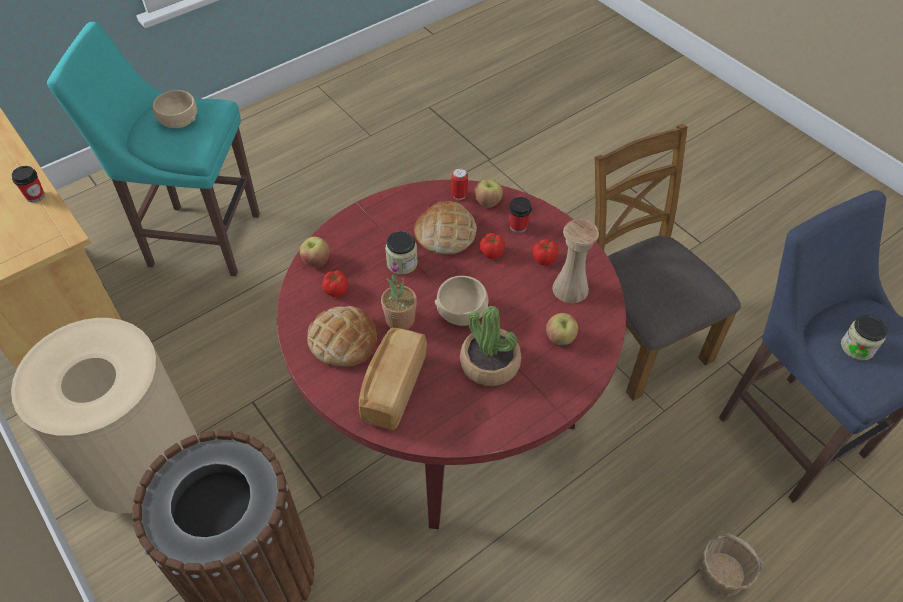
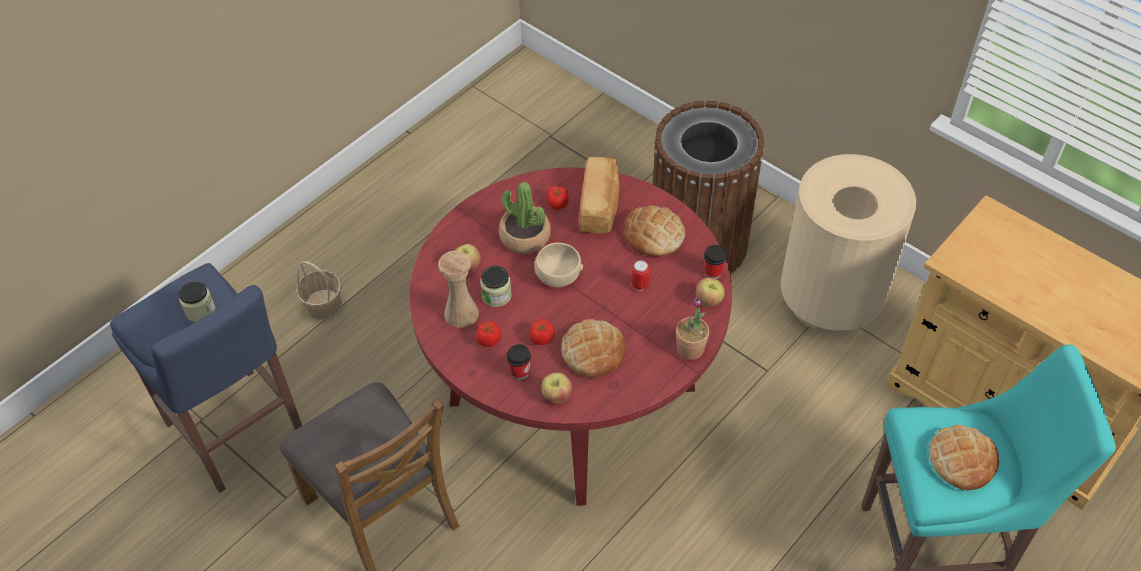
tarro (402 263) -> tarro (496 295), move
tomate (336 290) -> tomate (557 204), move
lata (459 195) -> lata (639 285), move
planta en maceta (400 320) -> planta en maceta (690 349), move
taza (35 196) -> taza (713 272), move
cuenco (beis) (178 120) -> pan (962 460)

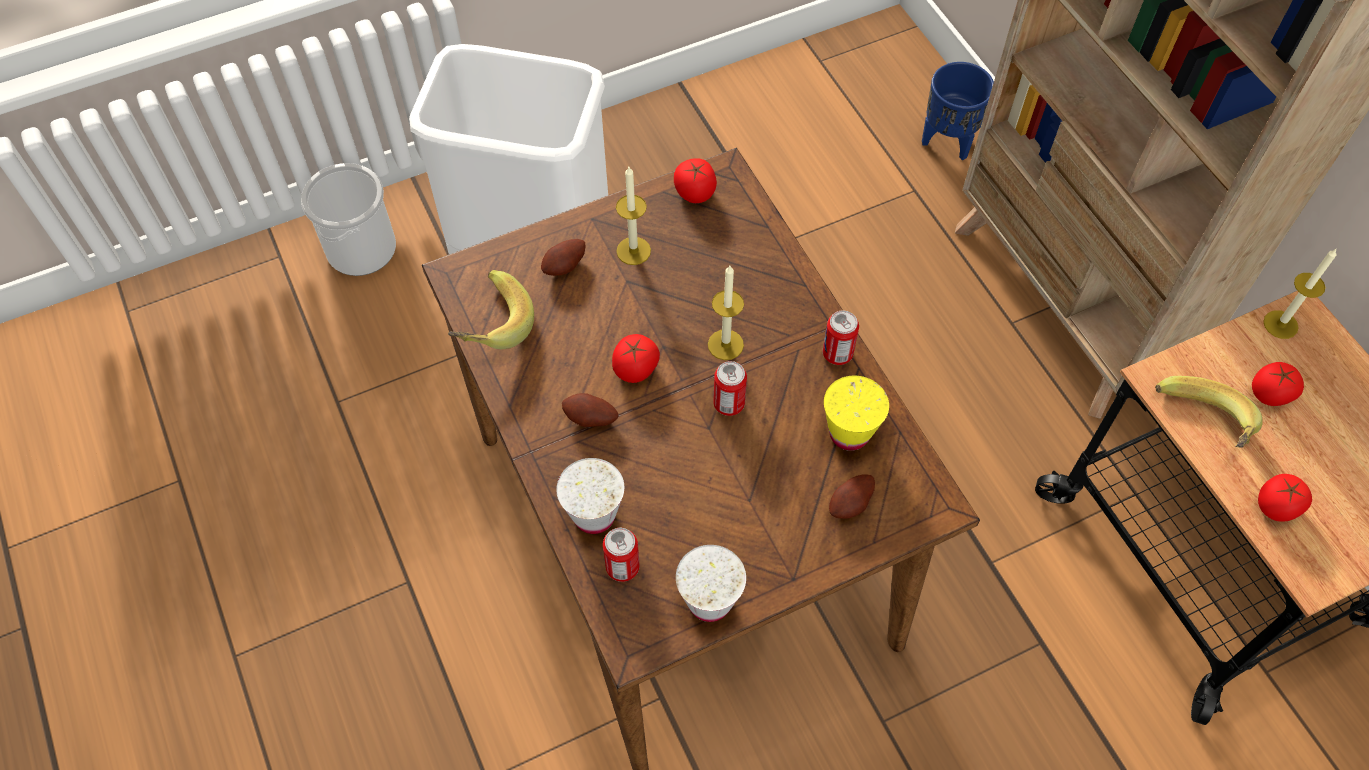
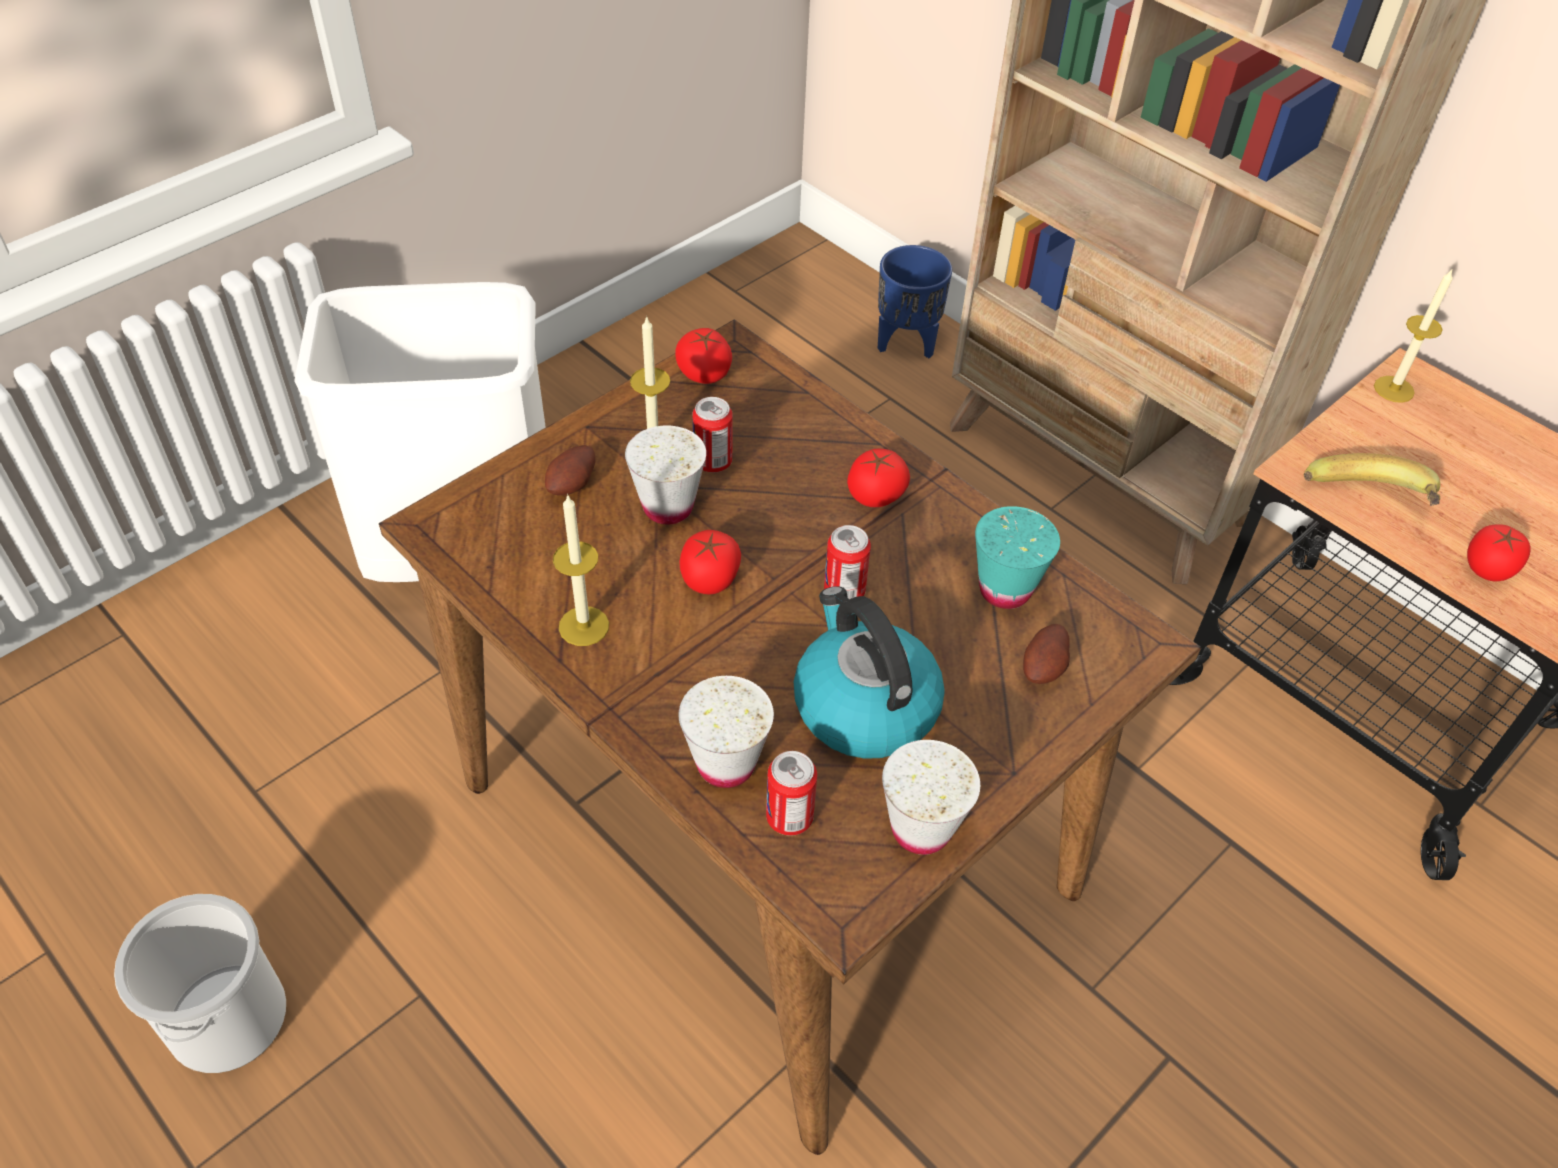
cubo (361 248) -> cubo (227 1017), move
vela (725 344) -> vela (584 626), move
none -> taza (blanco) (668 507)
lata (837 353) -> lata (713 462), move
none -> hervidor (863 706)
tomate (1269 394) -> tomate (876 495), move
taza (amarillo) (849 433) -> taza (turquesa) (1005 590)
plátano (489 326) -> none
patata (590 419) -> none

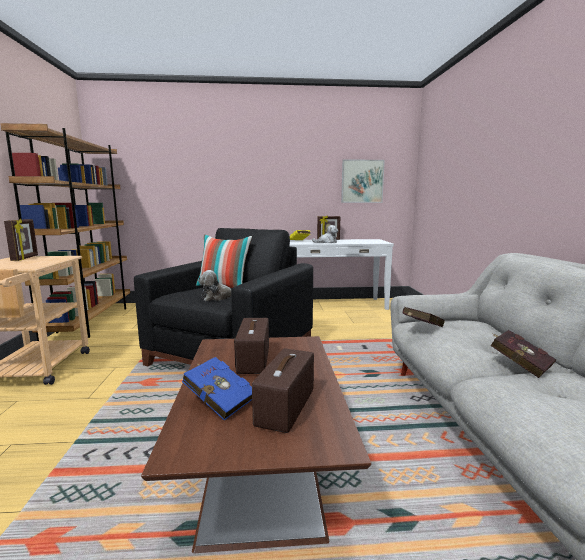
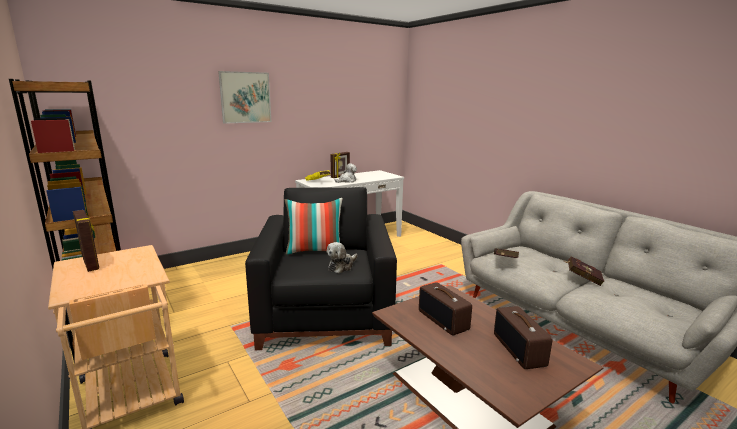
cuadro (362 181) -> cuadro (245 97), move
libro (azul) (218 401) -> none

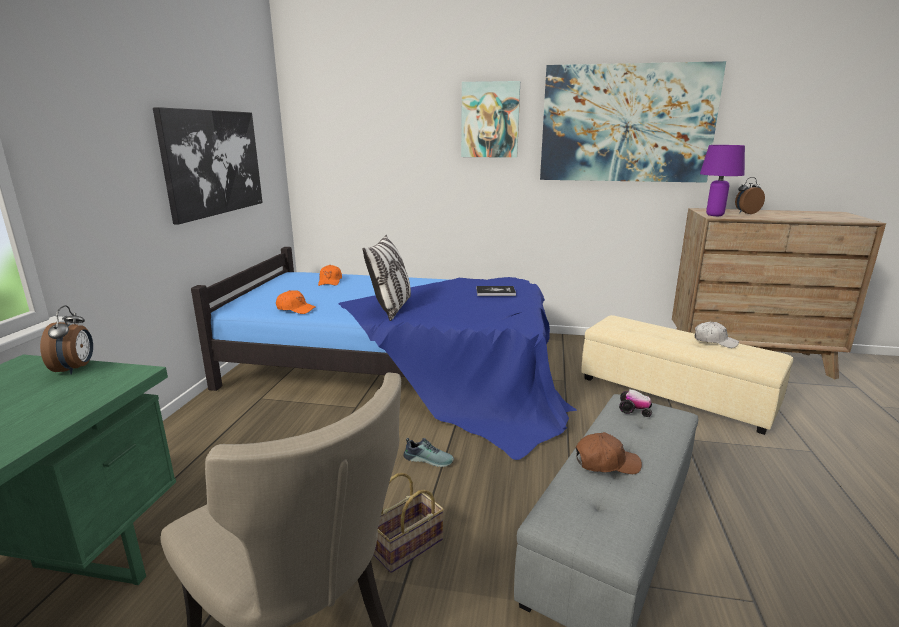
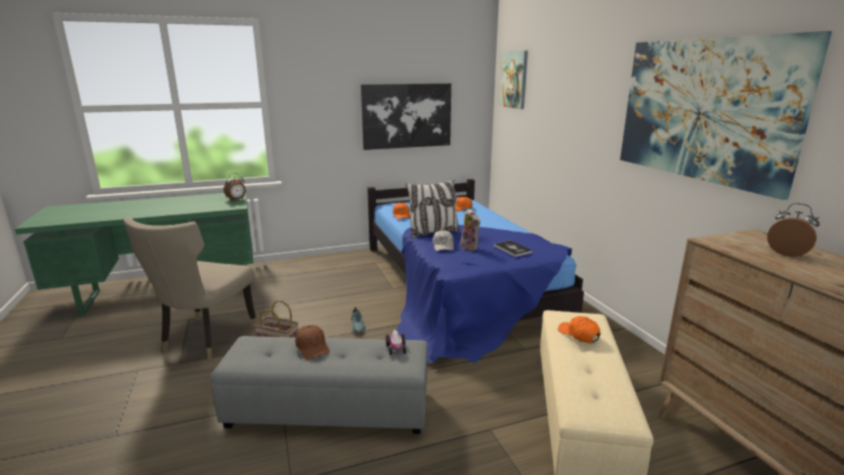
gorra (blanco) (714 341) -> gorra (blanco) (443 246), move
none -> peluche (470 247)
cuadro (490 120) -> cuadro (514 79), move
none -> gorra (naranja) (578 334)
lámpara de mesa (morado) (714 215) -> none

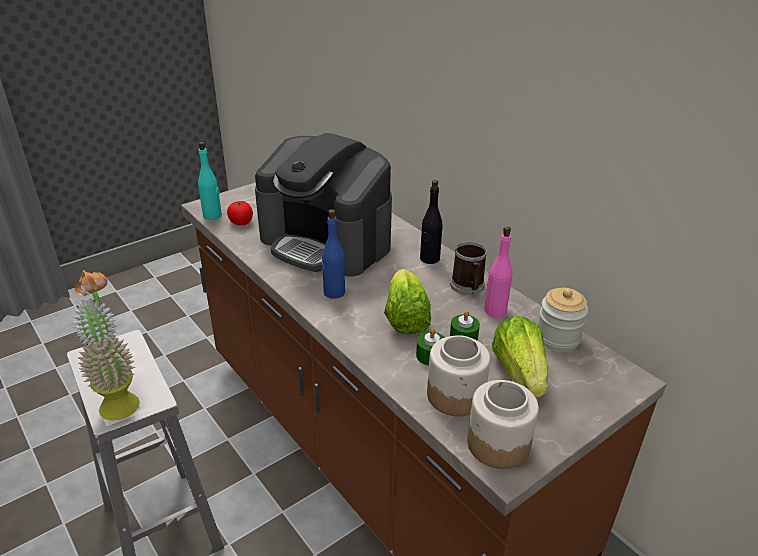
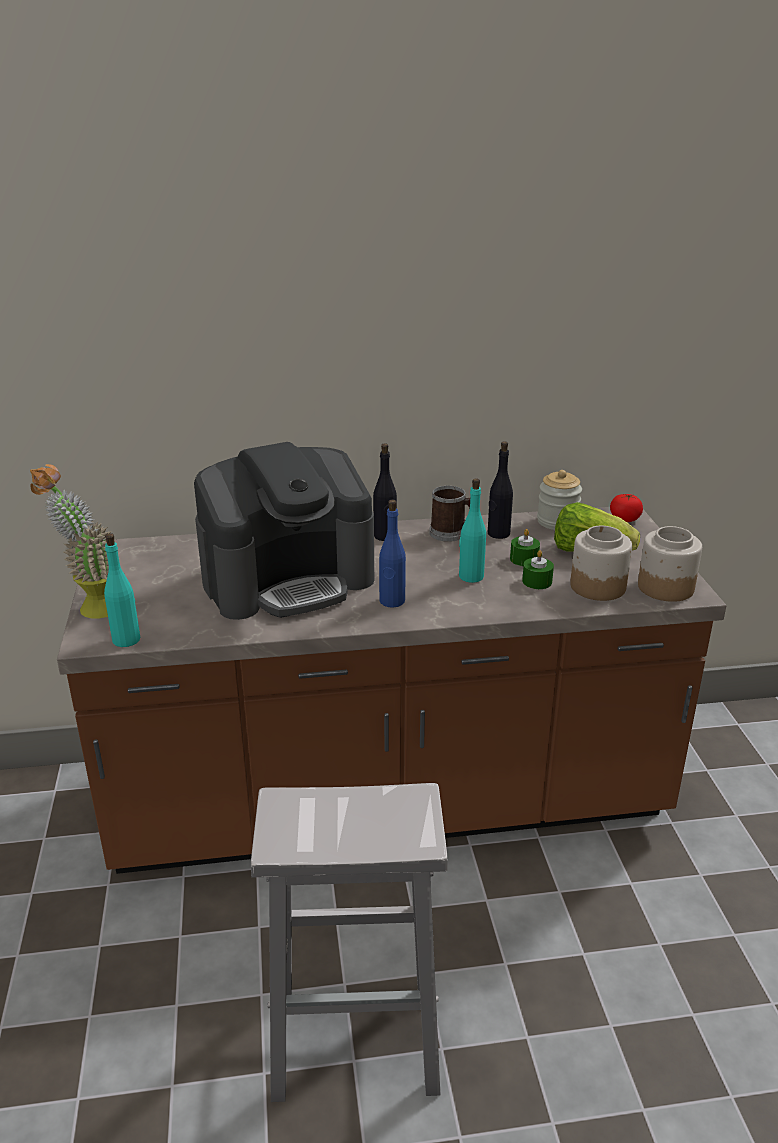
planta en maceta (119 399) -> planta en maceta (90 607), move
lechuga (405 317) -> botella (turquesa) (471 576)
botella (rosa) (495 311) -> botella (negro) (498 534)
tomate (241 222) -> tomate (624 519), move

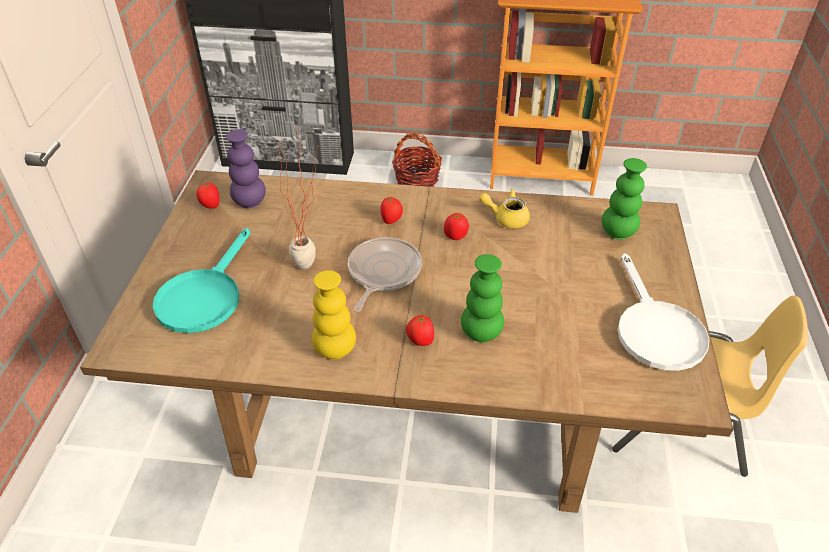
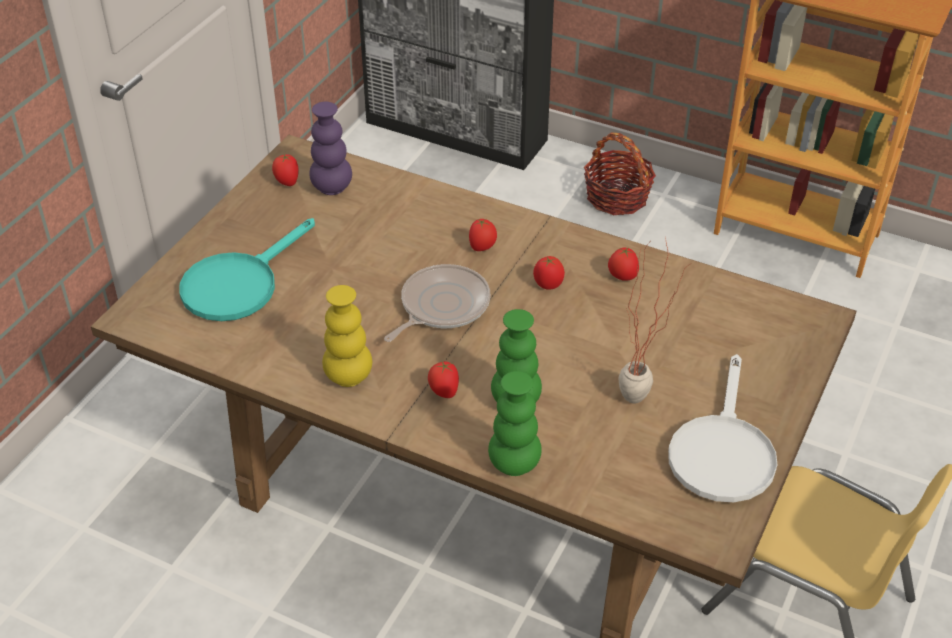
florero (verde) (617 233) -> florero (verde) (514 464), move
tetera (amarillo) (506 218) -> tomate (622 277)
planta en maceta (312 266) -> planta en maceta (643 401), move

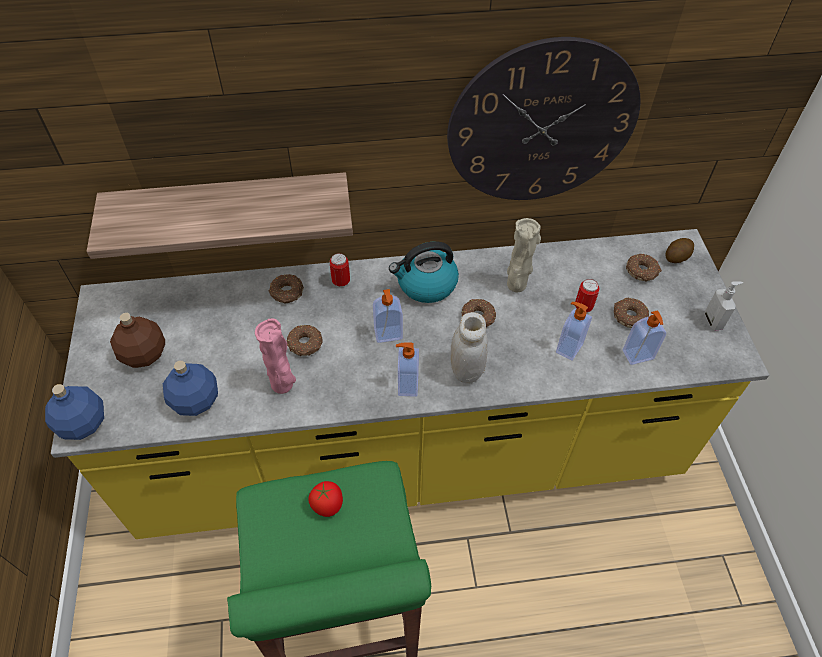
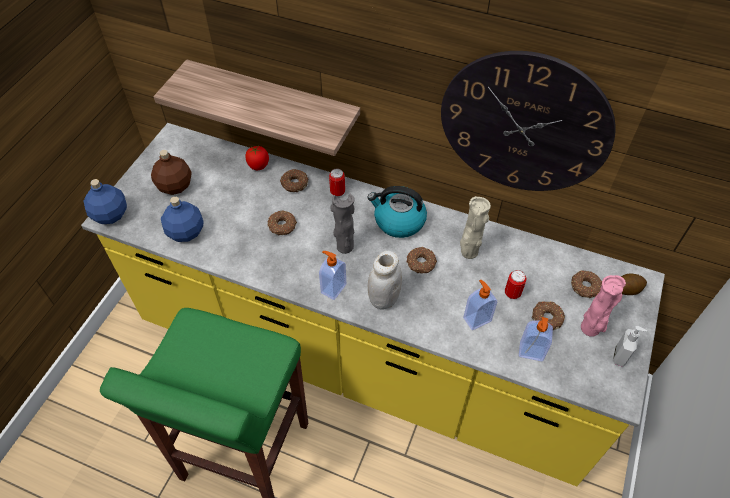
tomate (327 505) -> tomate (258 165), move
dispensador de jabón (388 335) -> florero (gris) (344 246)
florero (rosa) (283 385) -> florero (rosa) (590 329), move

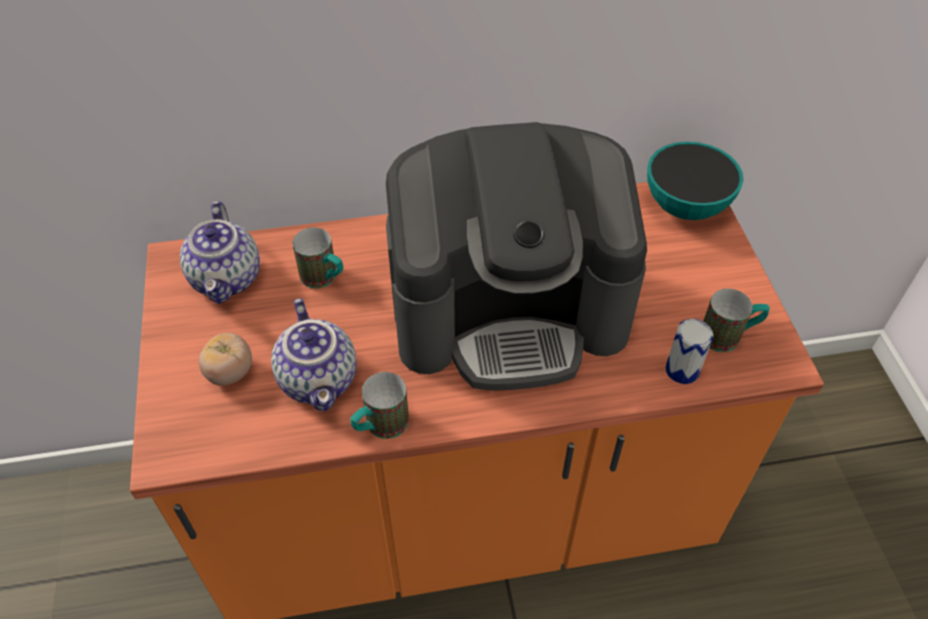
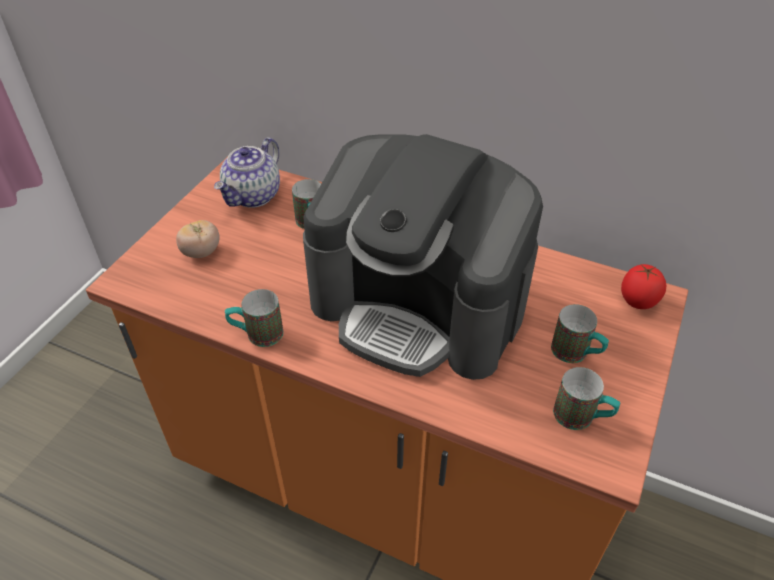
none -> taza grande (576 354)
cuenco (685 206) -> tomate (637 302)
tetera (321 380) -> none
lata (682 370) -> none

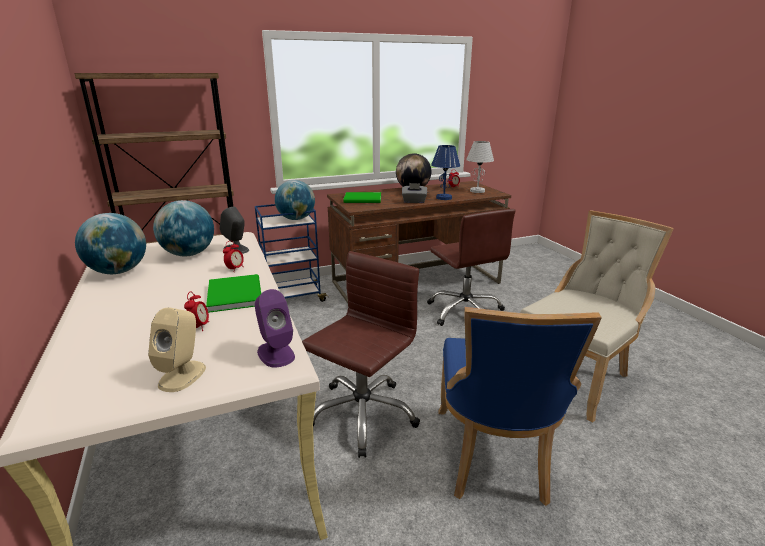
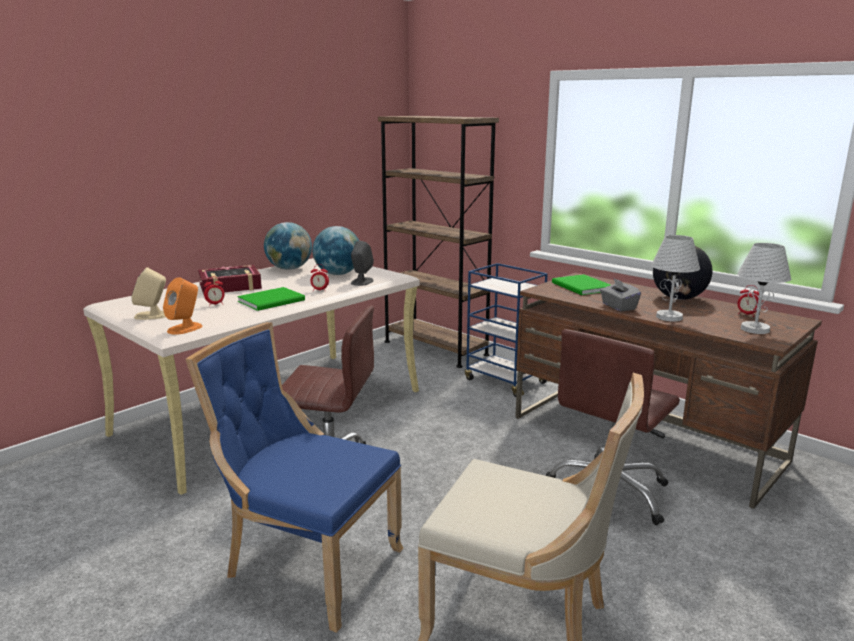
altavoz (morado) (275 353) -> altavoz (naranja) (185 328)
silla (azul) (494 457) -> silla (azul) (307 565), 45 degrees clockwise
none -> libro (230 286)
lámpara de mesa (azul) (444 198) -> lámpara de mesa (blanco) (669 317)
globo terráqueo (296 219) -> none

